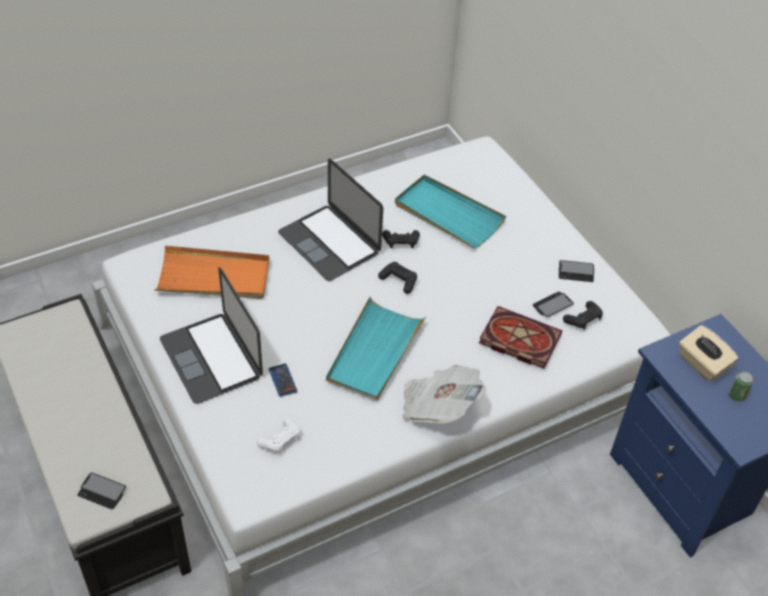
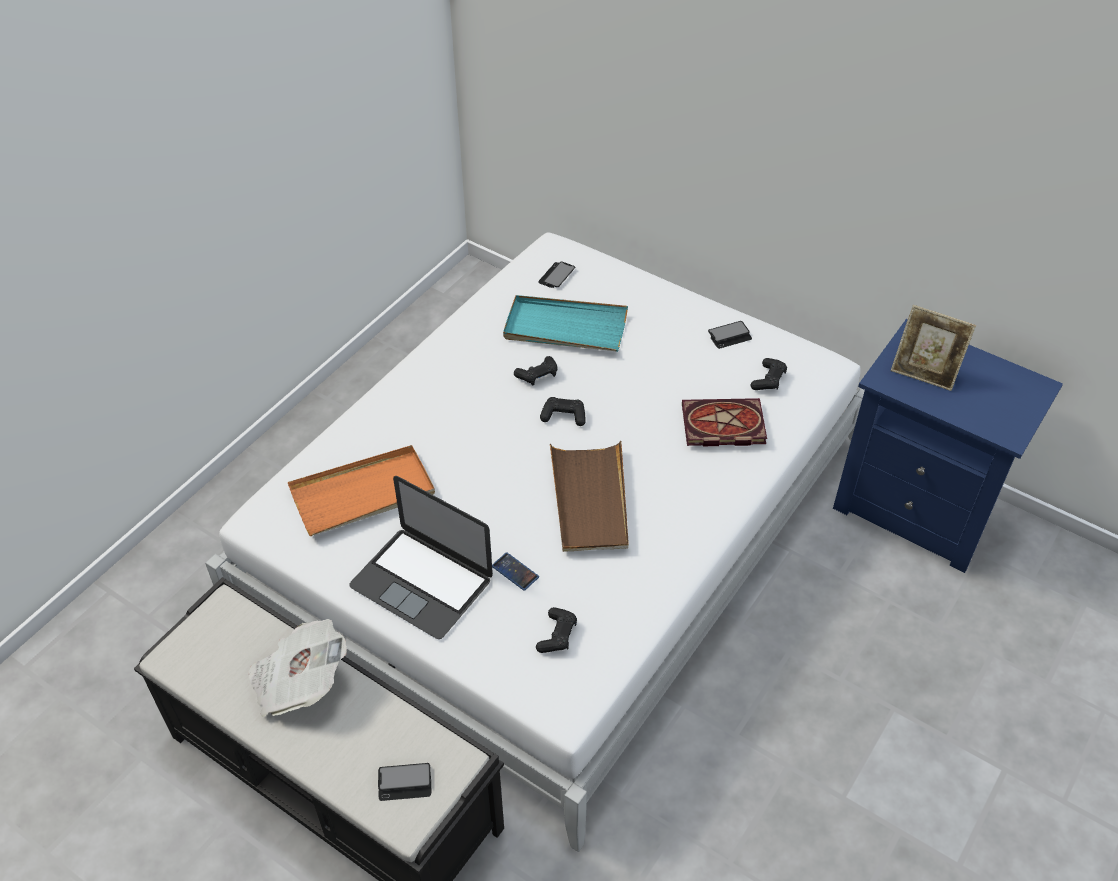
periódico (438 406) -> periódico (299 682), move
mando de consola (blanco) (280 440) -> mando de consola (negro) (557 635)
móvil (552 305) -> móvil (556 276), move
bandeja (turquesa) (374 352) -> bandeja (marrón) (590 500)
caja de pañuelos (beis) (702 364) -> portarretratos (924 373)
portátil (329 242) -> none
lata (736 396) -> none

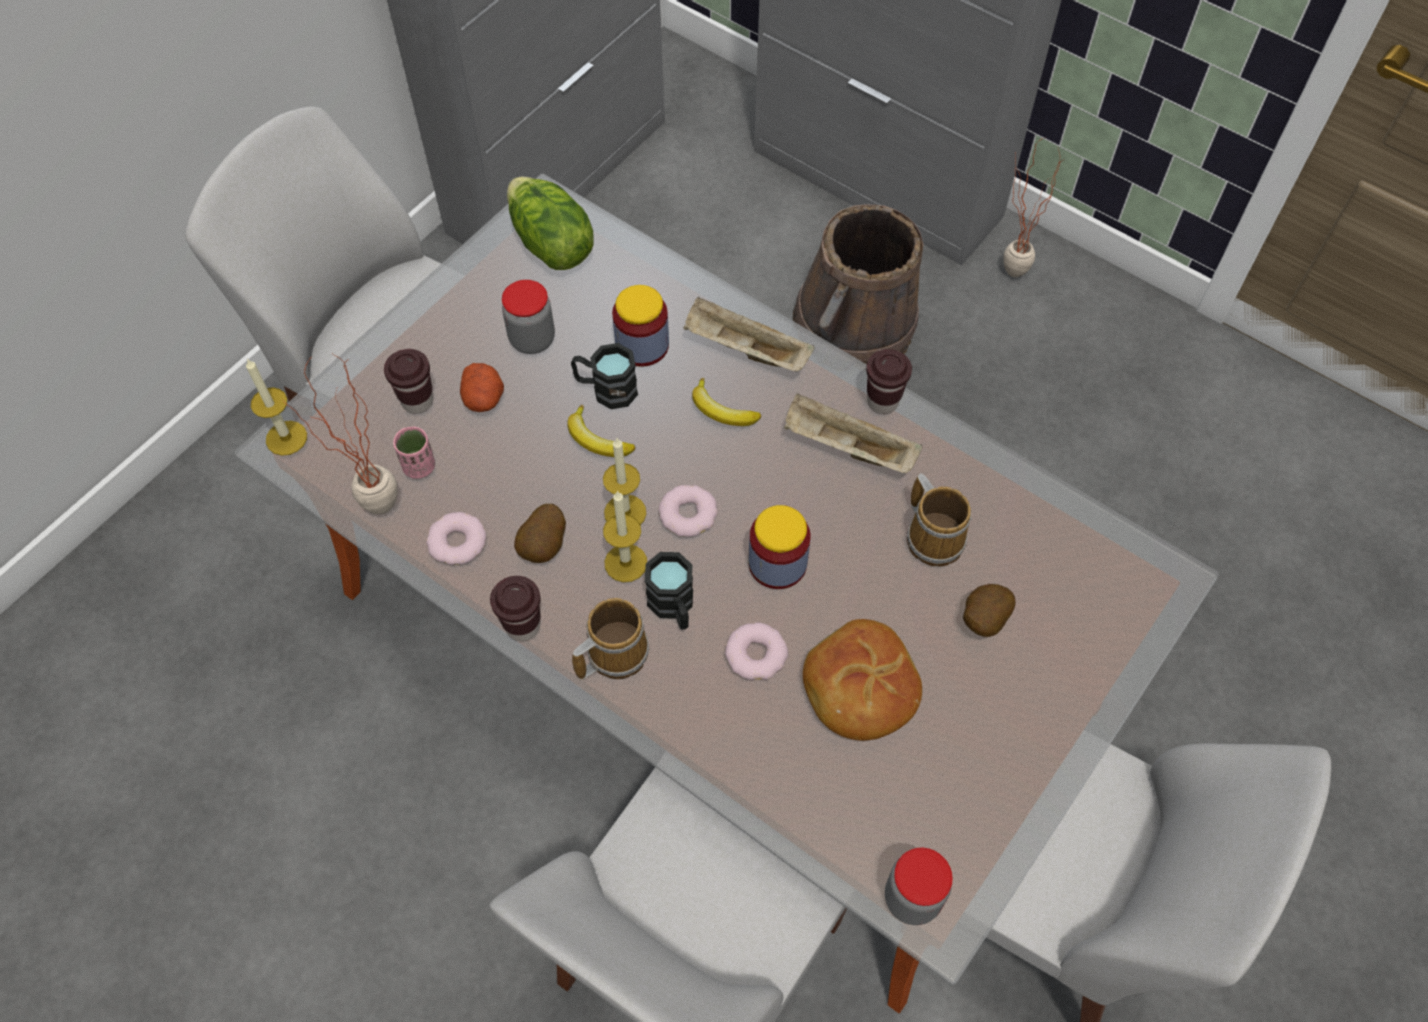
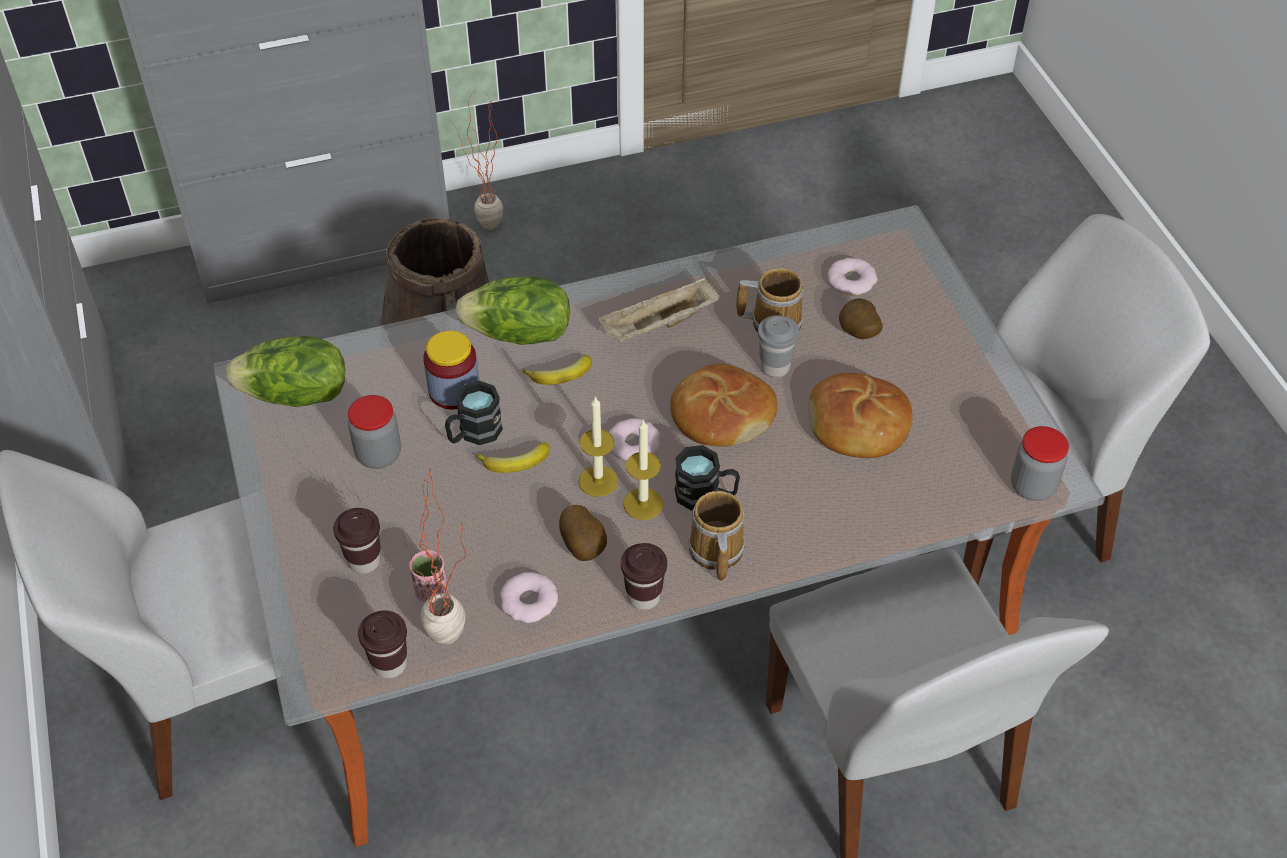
taza (marrón) (883 401) -> taza (marrón) (389 664), move
bandeja (beis) (744 350) -> lechuga (519 334)
tarro (777 563) -> pan (720 416)
none -> taza (gris) (775 367)
rosquilla (756 654) -> rosquilla (851 280), move
vela (286 438) -> none
patata (484 398) -> none

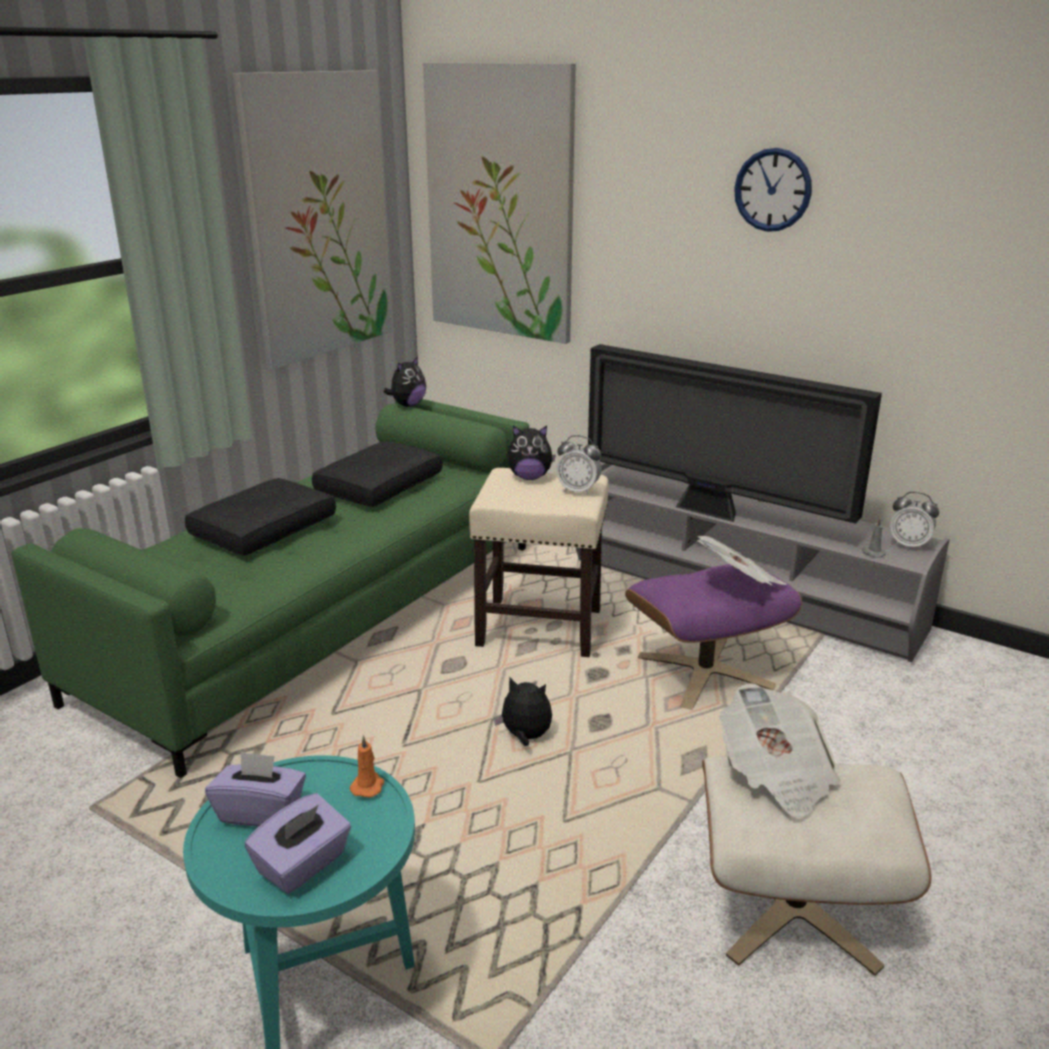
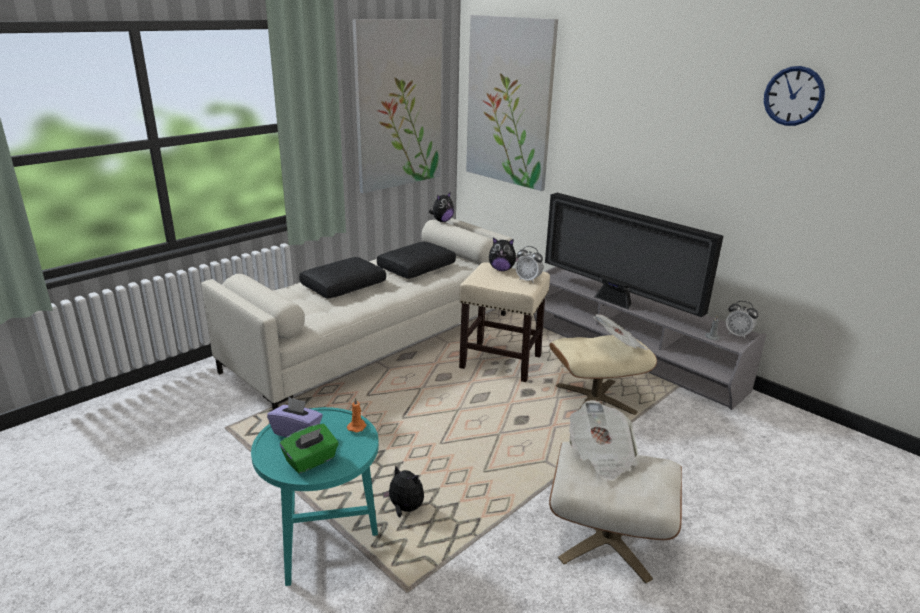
sofá (verde) (322 616) -> sofá (beis) (375 341)
caja de pañuelos (morado) (303 865) -> caja de pañuelos (verde) (311 461)
peluche (525 737) -> peluche (405 509), move
puf (morado) (705 672) -> puf (beis) (595 399)
reloj de pared (772 190) -> reloj de pared (793 96), move

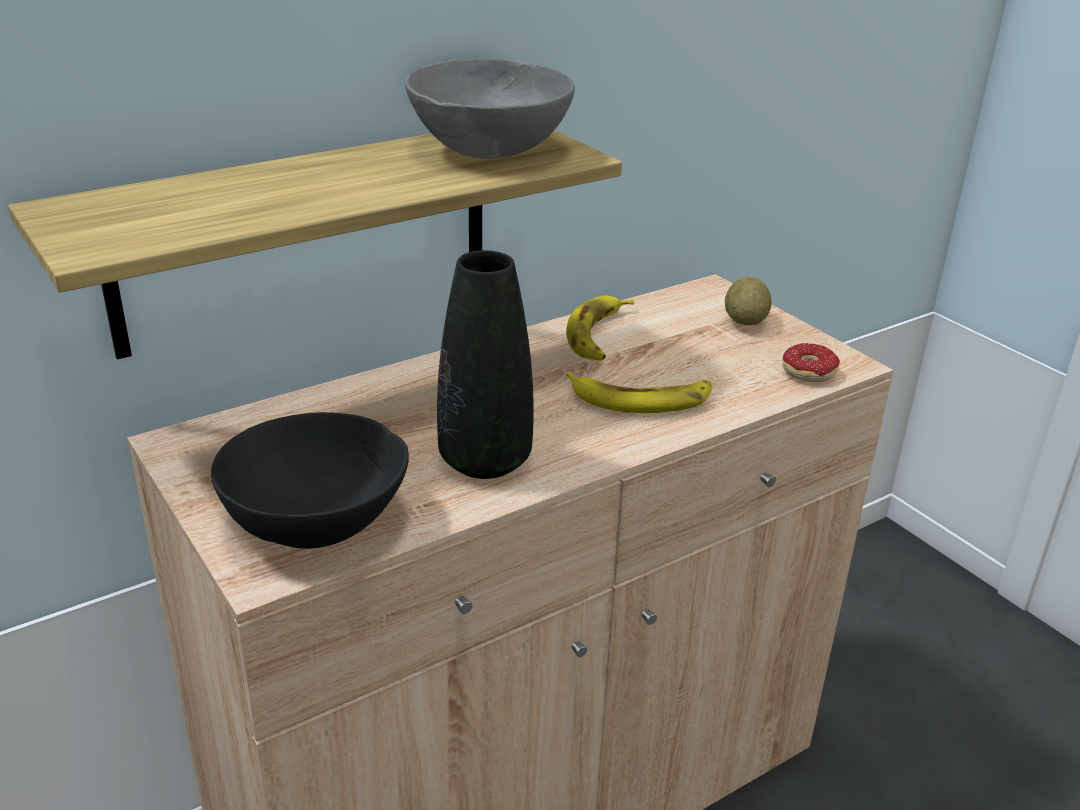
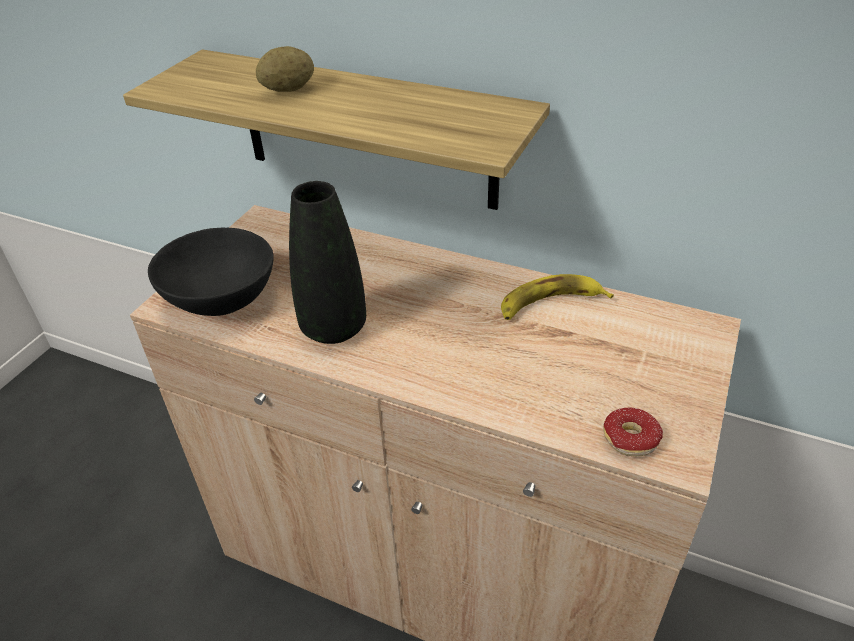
patata (745 322) -> patata (288 90), move
cuenco (gris) (490 149) -> none
plátano (641 399) -> none

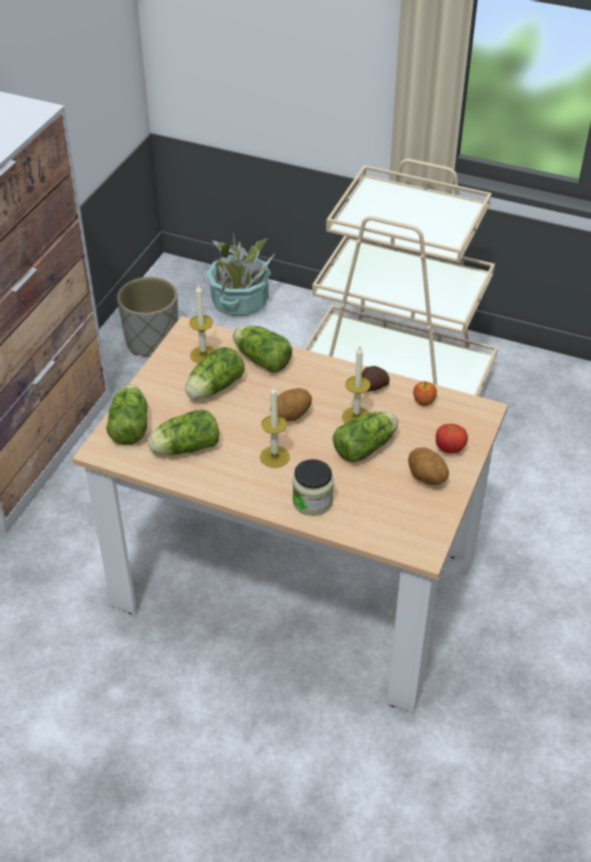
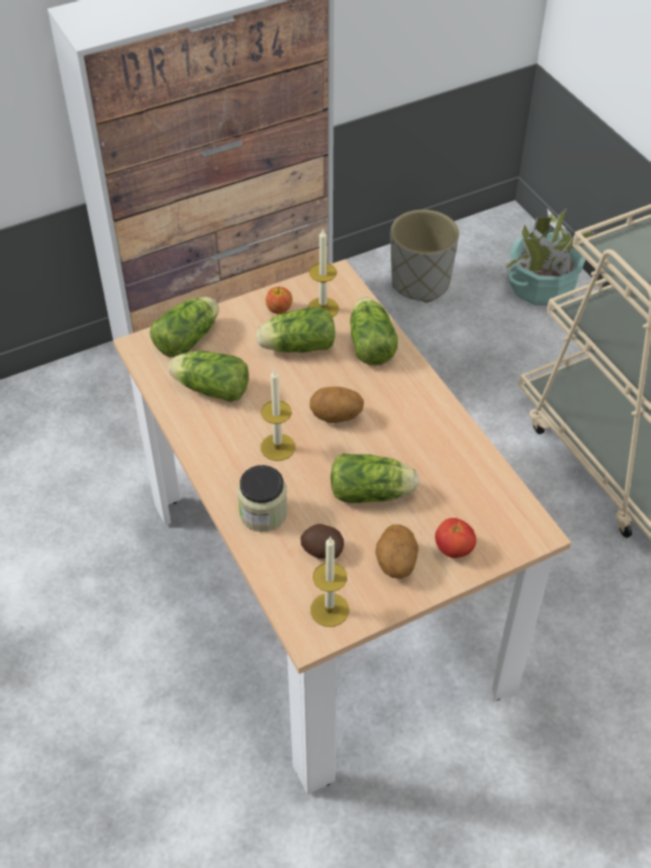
manzana (424 401) -> manzana (279 309), move
patata (372 387) -> patata (321 551), move
vela (356 417) -> vela (329 609), move

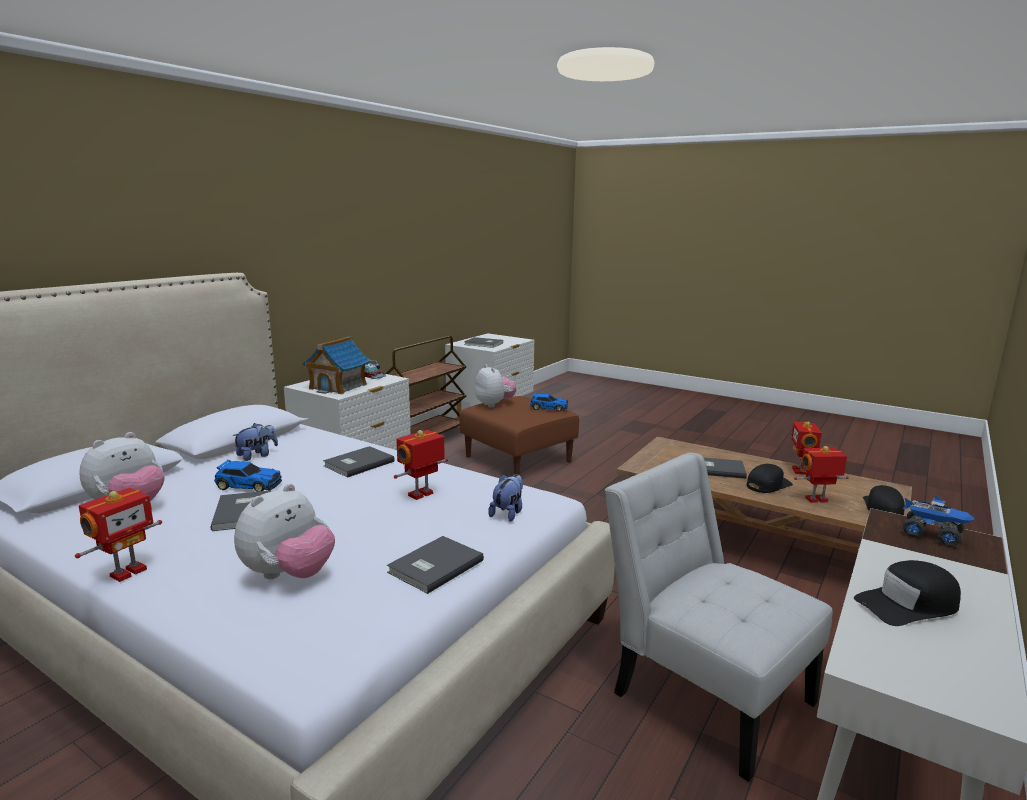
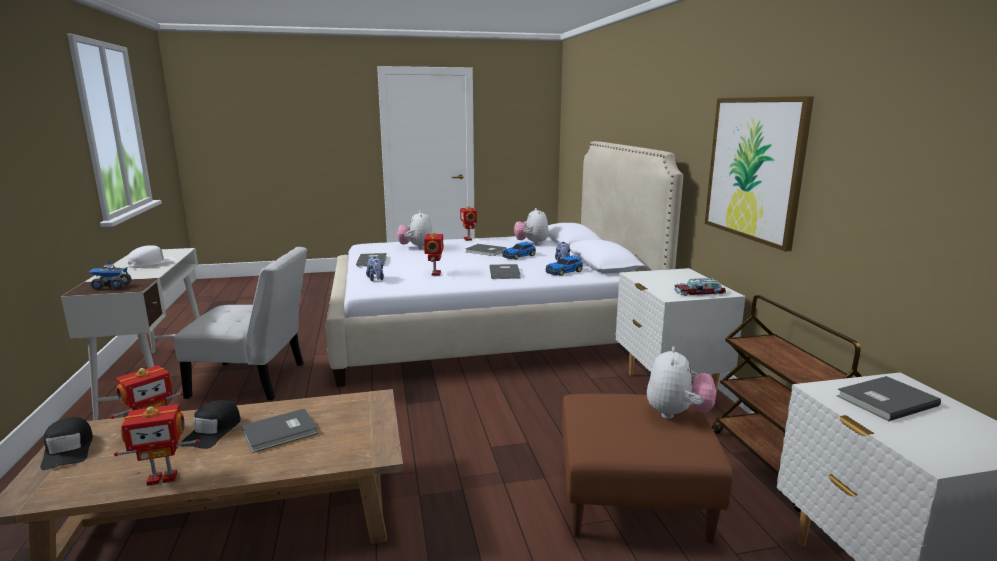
robot de juguete (800 471) -> robot de juguete (163 477), 105 degrees clockwise
gorra (negro) (908 605) -> gorra (blanco) (152 263)
coche de juguete (548 408) -> coche de juguete (564 272), move
peluche (494 404) -> peluche (677 414), 90 degrees counterclockwise
none -> cuadro (754 168)
casita (338 386) -> none

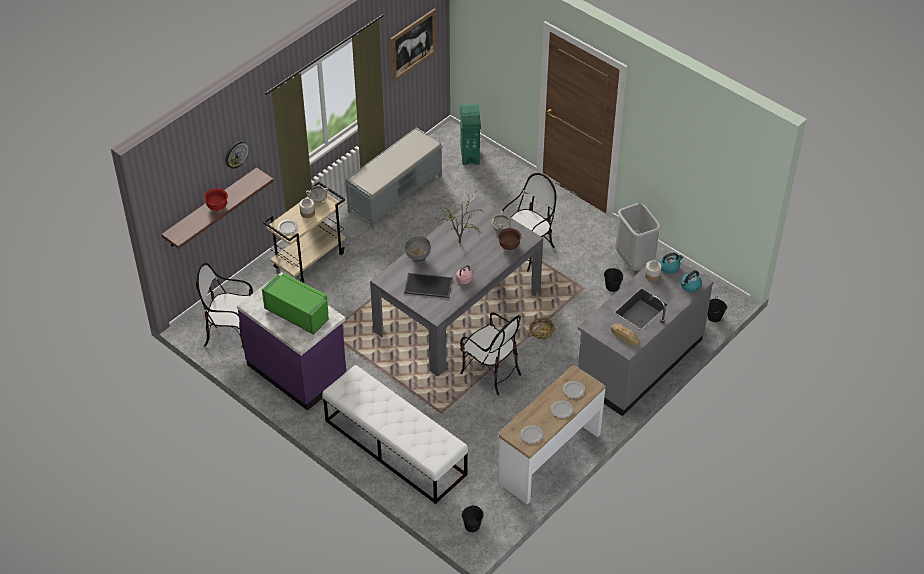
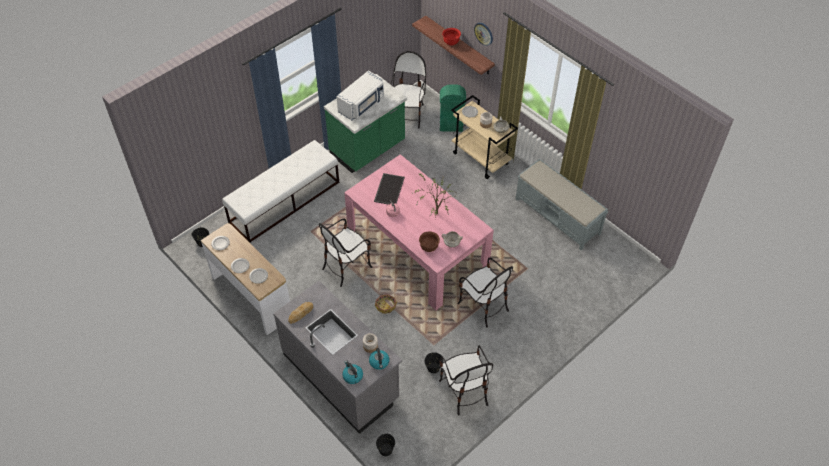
mueble bajo de cocina (morado) (297 370) -> mueble bajo de cocina (verde) (368 149)
microondas (verde) (298 313) -> microondas (blanco) (362 105)
mesa de comedor (gris) (457 310) -> mesa de comedor (rosa) (417 249)
papelera (gris) (634 261) -> silla (464 391)
papelera (verde) (470 155) -> papelera (verde) (451 126), move
cuadro (413 44) -> none
cuenco (gris) (418 258) -> none

